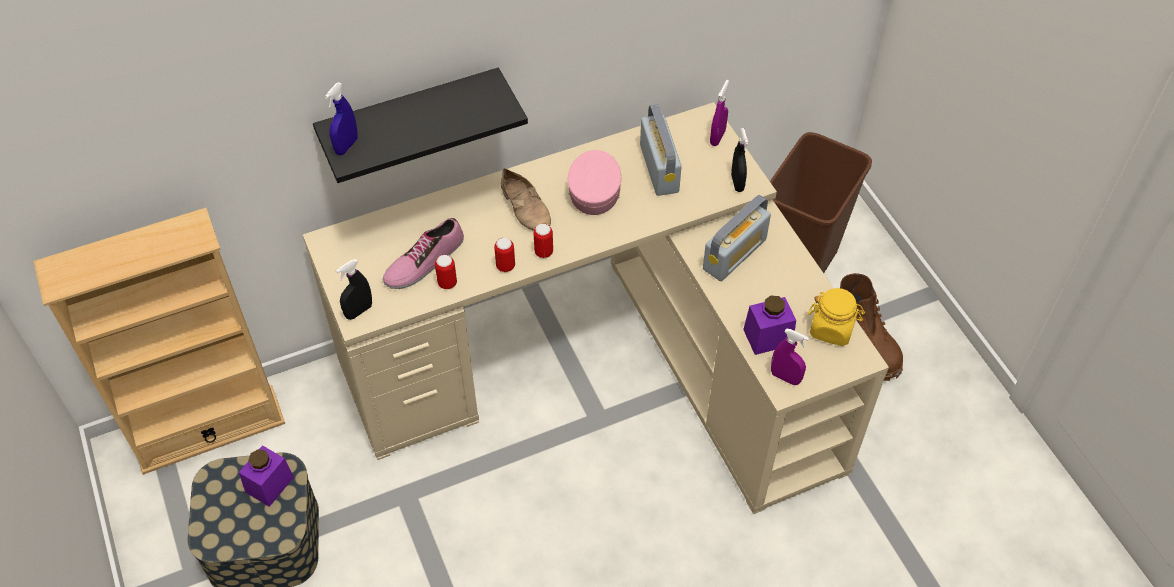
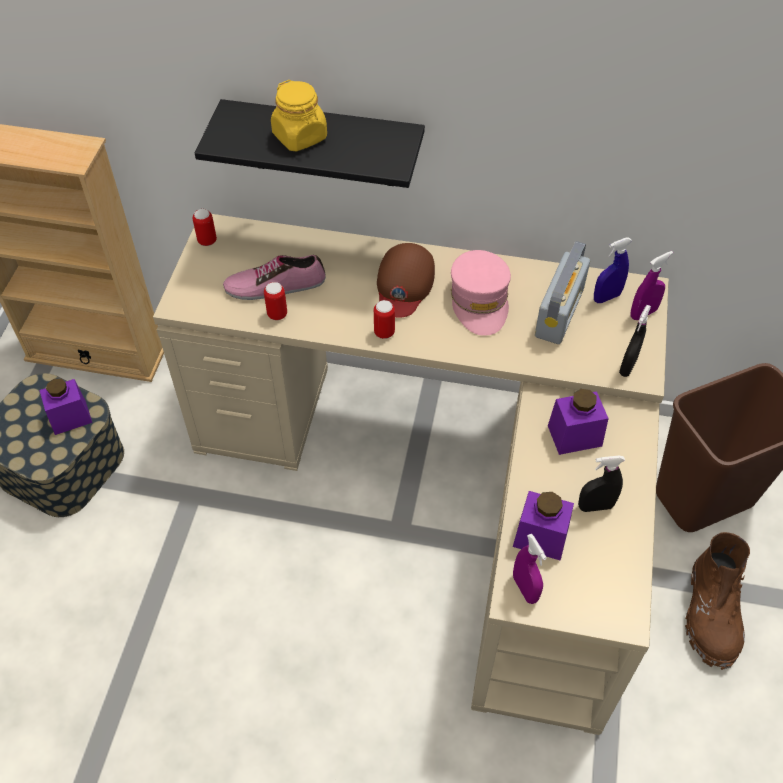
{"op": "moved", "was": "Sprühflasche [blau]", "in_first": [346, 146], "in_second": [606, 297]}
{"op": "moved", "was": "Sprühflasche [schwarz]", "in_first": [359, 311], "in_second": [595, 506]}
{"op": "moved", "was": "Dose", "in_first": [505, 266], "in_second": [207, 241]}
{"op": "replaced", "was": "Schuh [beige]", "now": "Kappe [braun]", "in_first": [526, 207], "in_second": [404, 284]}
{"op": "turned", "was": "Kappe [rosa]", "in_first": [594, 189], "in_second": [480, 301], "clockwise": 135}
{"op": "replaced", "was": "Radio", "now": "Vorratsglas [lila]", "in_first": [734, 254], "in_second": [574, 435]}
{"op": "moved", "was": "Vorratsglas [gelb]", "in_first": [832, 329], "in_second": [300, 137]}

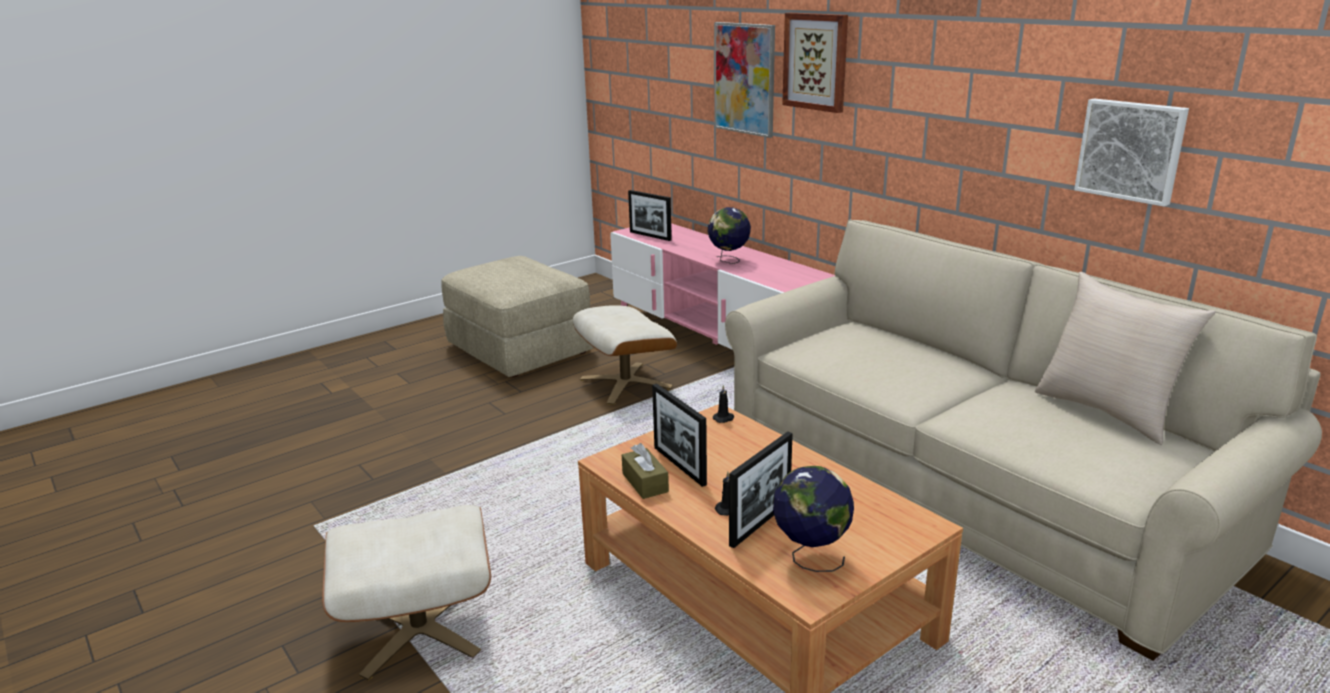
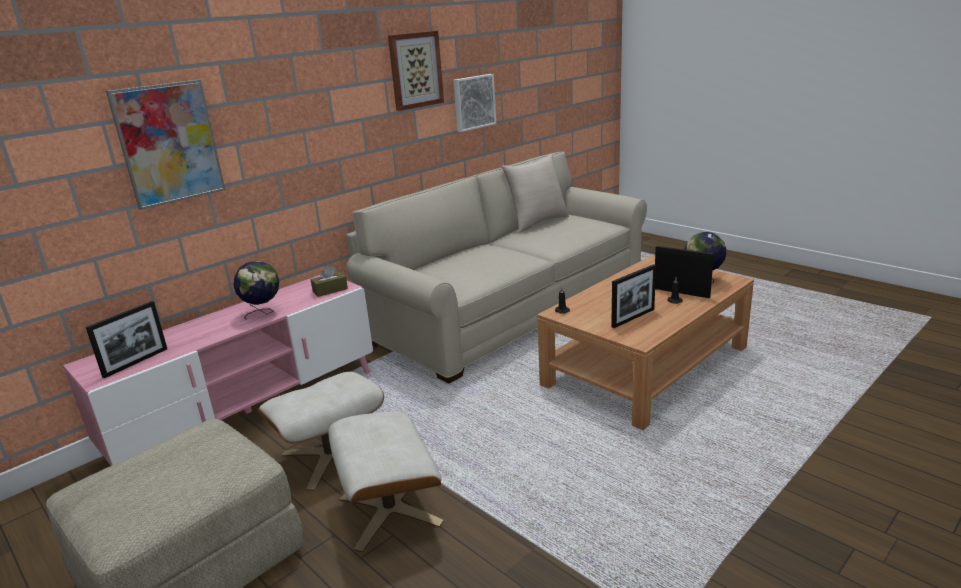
{"op": "moved", "was": "Polsterhocker [beige]", "in_first": [420, 629], "in_second": [389, 510]}
{"op": "moved", "was": "Taschentuchbox [braun]", "in_first": [645, 482], "in_second": [330, 290]}
{"op": "moved", "was": "Bild", "in_first": [816, 61], "in_second": [415, 70]}

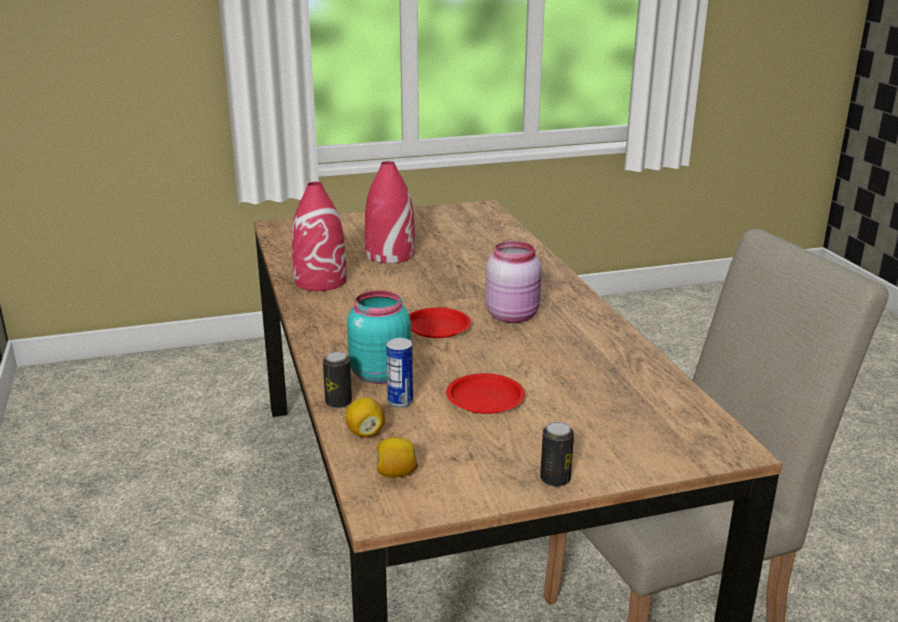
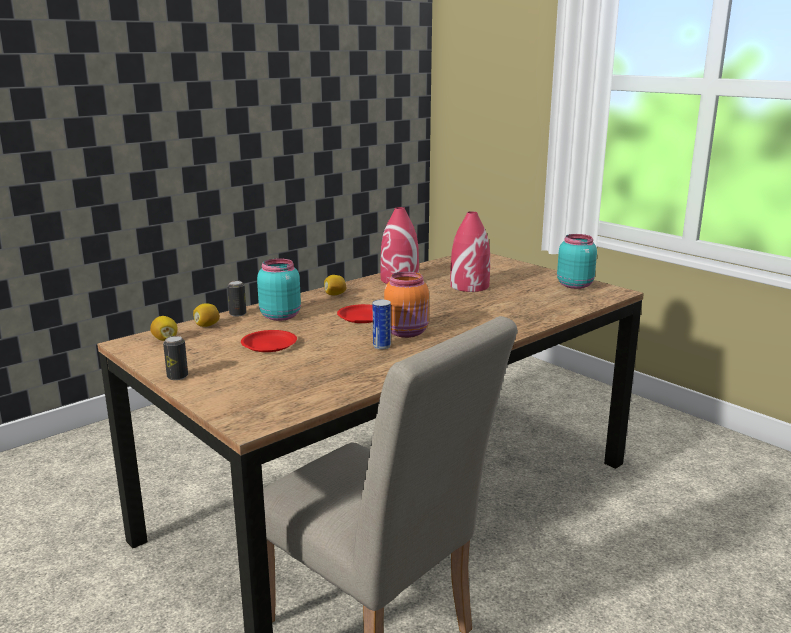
{"op": "moved", "was": "Dose", "in_first": [400, 402], "in_second": [381, 346]}
{"op": "recoloured", "was": "Vorratsglas [rosa]", "now": "Vorratsglas [orange]", "in_first": [513, 315], "in_second": [407, 333]}
{"op": "added", "now": "Zitrone", "in_second": [335, 294]}
{"op": "added", "now": "Vorratsglas [türkis]", "in_second": [574, 285]}

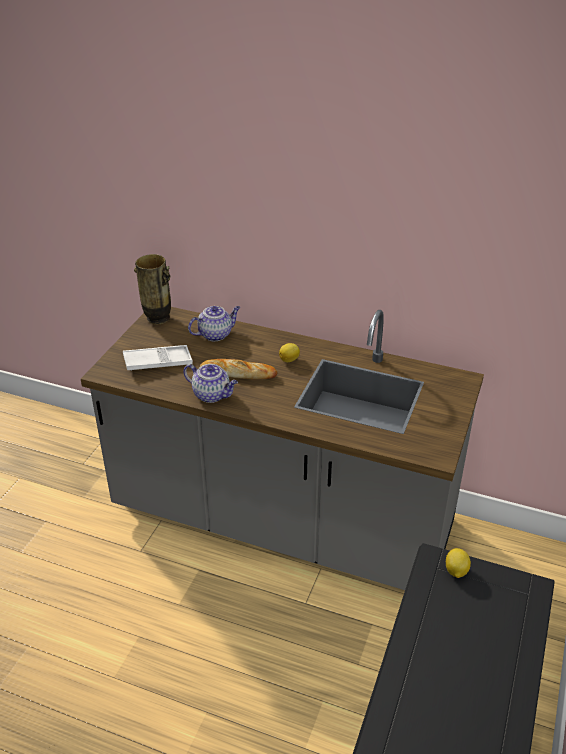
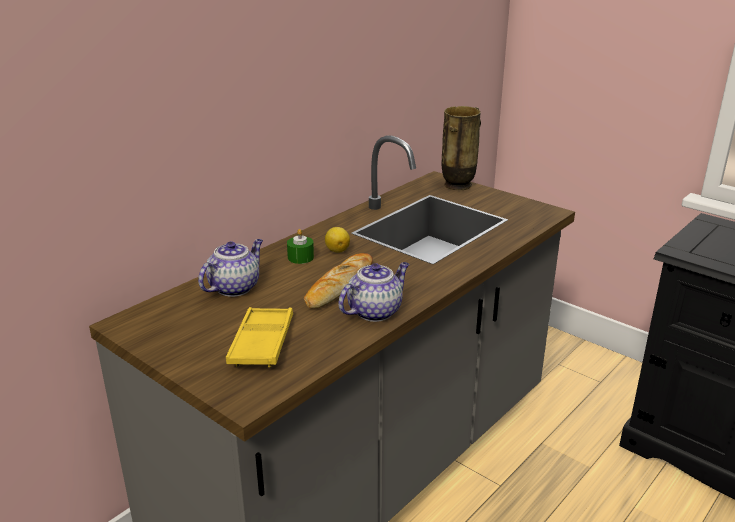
{"op": "recoloured", "was": "Tablett [weiß]", "now": "Tablett [gelb]", "in_first": [158, 362], "in_second": [262, 342]}
{"op": "moved", "was": "Vase", "in_first": [158, 318], "in_second": [458, 185]}
{"op": "turned", "was": "Teekanne", "in_first": [216, 334], "in_second": [234, 287], "clockwise": 45}
{"op": "removed", "was": "Zitrone", "in_first": [455, 571]}
{"op": "added", "now": "Kerze [grün]", "in_second": [300, 257]}

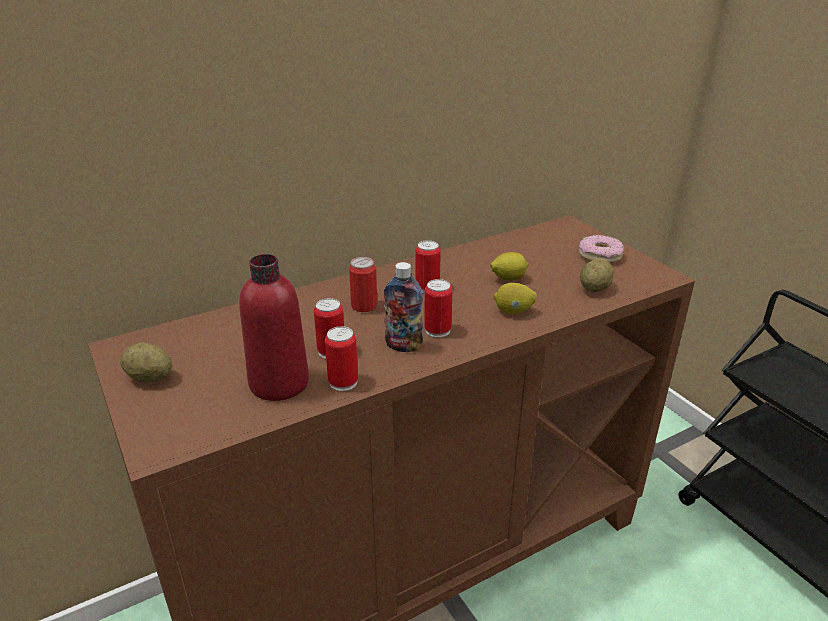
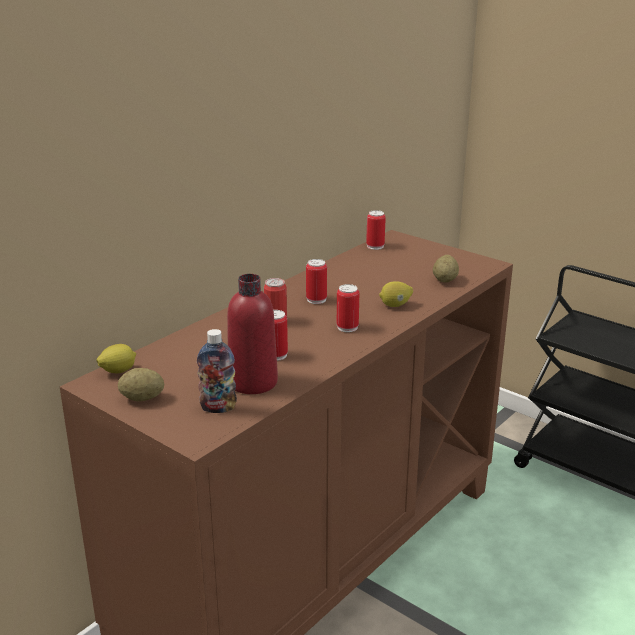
{"op": "moved", "was": "Dose", "in_first": [343, 382], "in_second": [375, 246]}
{"op": "moved", "was": "Flasche", "in_first": [403, 346], "in_second": [218, 408]}
{"op": "moved", "was": "Zitrone", "in_first": [508, 278], "in_second": [118, 371]}
{"op": "removed", "was": "Donut", "in_first": [600, 256]}

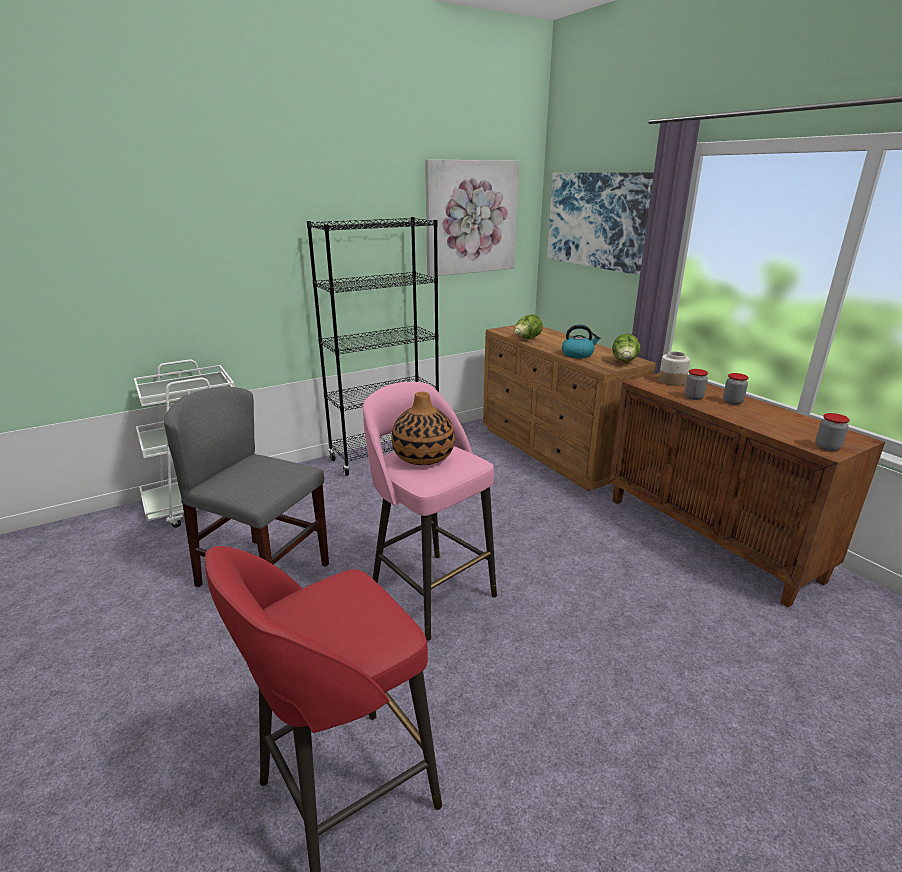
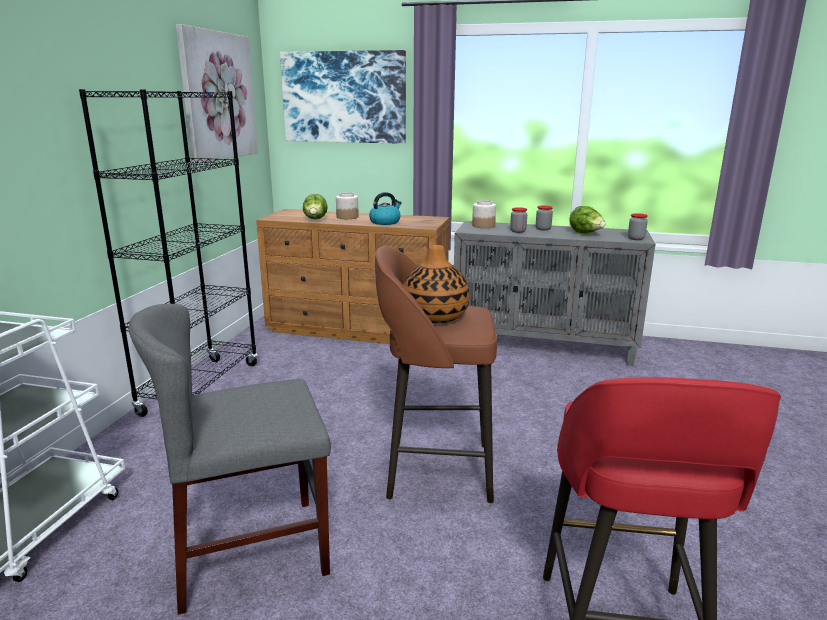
{"op": "recoloured", "was": "Hocker [rosa]", "now": "Hocker [braun]", "in_first": [430, 591], "in_second": [435, 470]}
{"op": "recoloured", "was": "Schrank [braun]", "now": "Schrank [grau]", "in_first": [710, 537], "in_second": [544, 346]}
{"op": "moved", "was": "Salatkopf", "in_first": [624, 362], "in_second": [586, 234]}
{"op": "added", "now": "Vorratsglas", "in_second": [347, 217]}

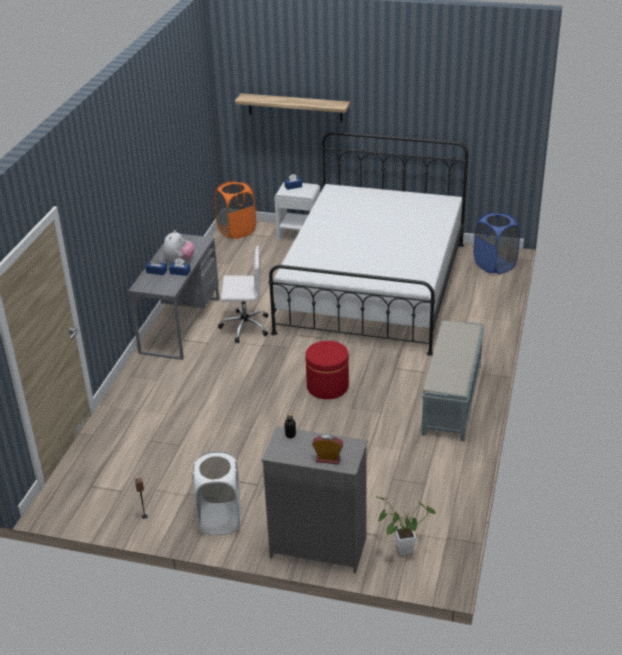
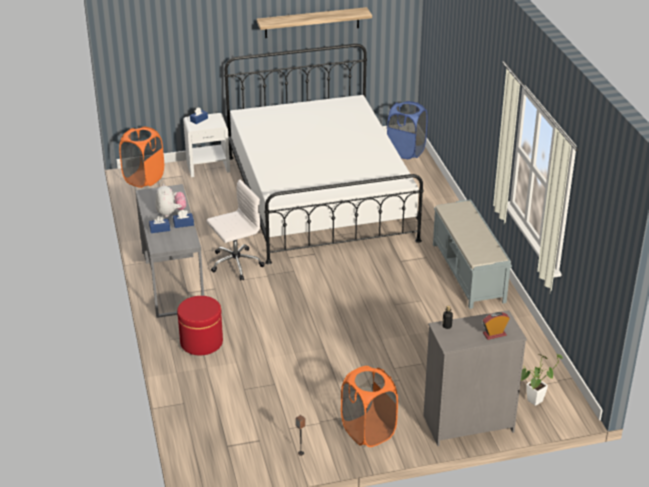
{"op": "recoloured", "was": "Wäschekorb [weiß]", "now": "Wäschekorb [orange]", "in_first": [220, 519], "in_second": [368, 431]}
{"op": "moved", "was": "Wandregal", "in_first": [295, 107], "in_second": [312, 22]}
{"op": "moved", "was": "Polsterhocker [rot]", "in_first": [327, 387], "in_second": [201, 342]}

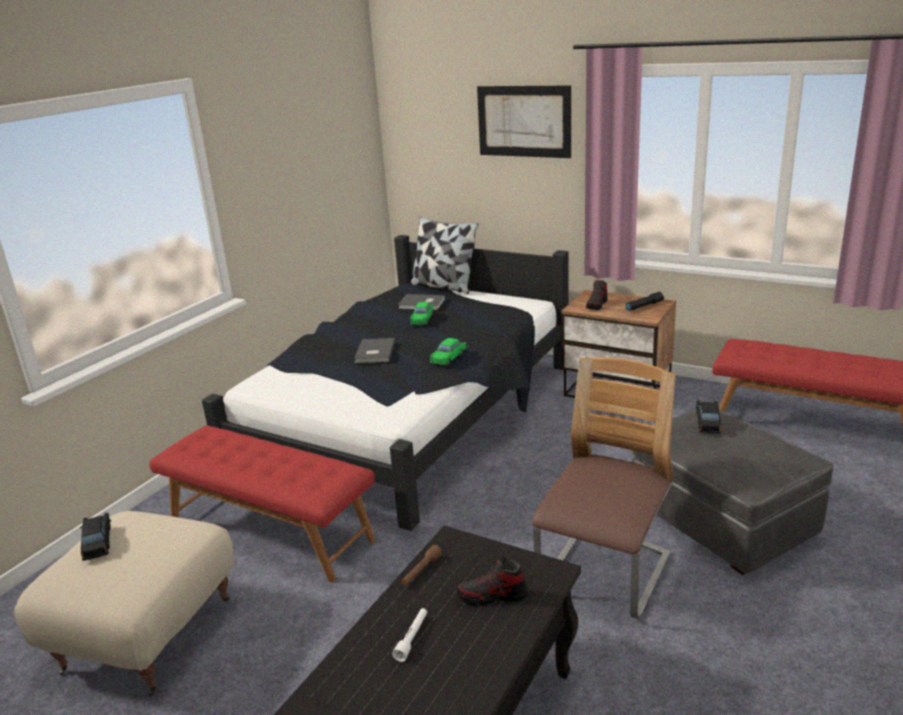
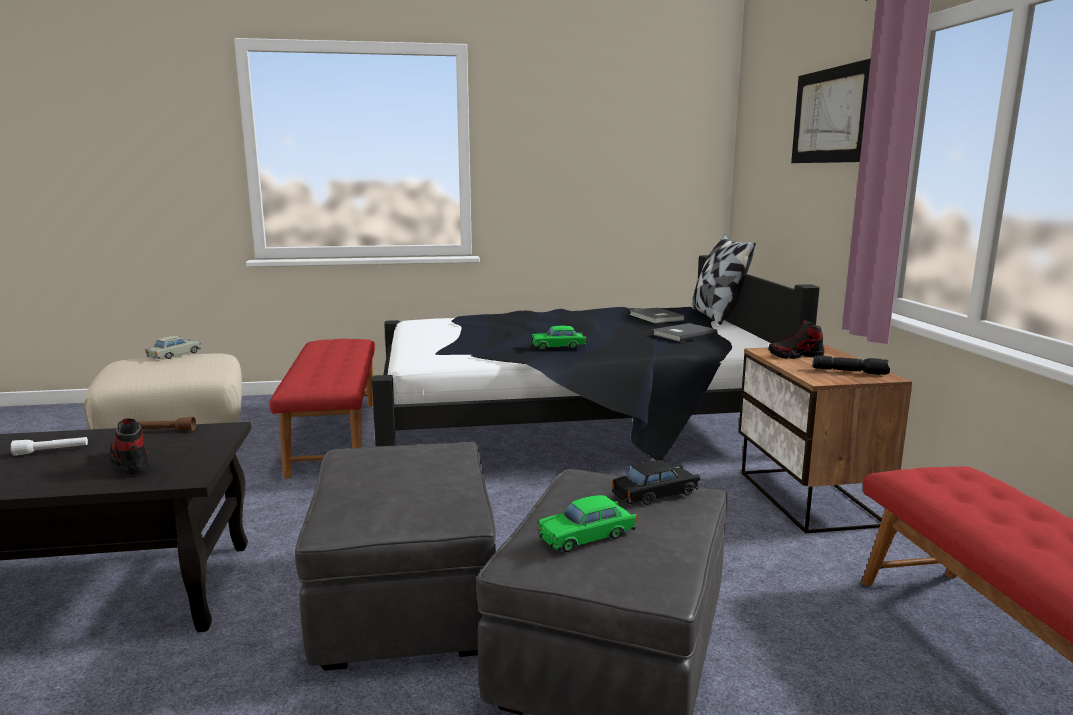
{"op": "recoloured", "was": "Spielzeugauto [schwarz]", "now": "Spielzeugauto [beige]", "in_first": [97, 542], "in_second": [174, 355]}
{"op": "moved", "was": "Buch [grau]", "in_first": [374, 353], "in_second": [682, 334]}
{"op": "moved", "was": "Spielzeugauto [grün]", "in_first": [422, 319], "in_second": [587, 536]}
{"op": "replaced", "was": "Stuhl", "now": "Polsterhocker [grau]", "in_first": [604, 574], "in_second": [406, 601]}

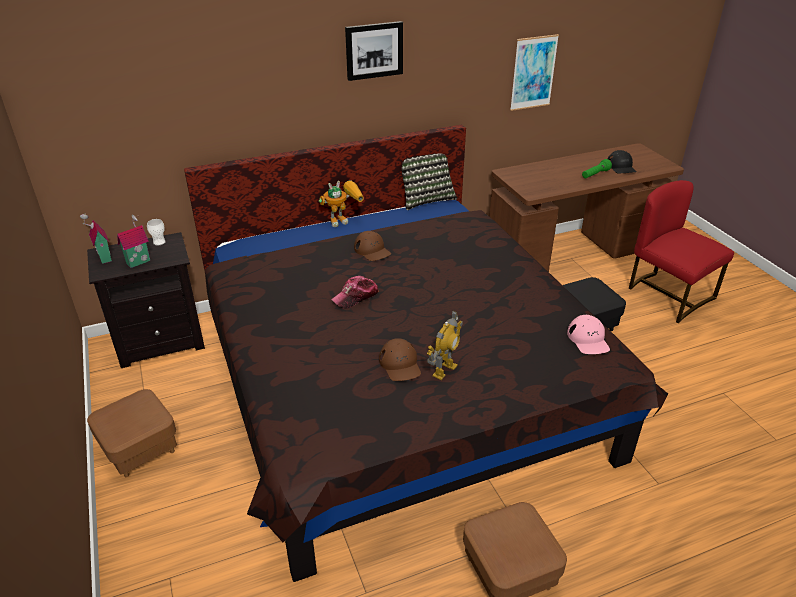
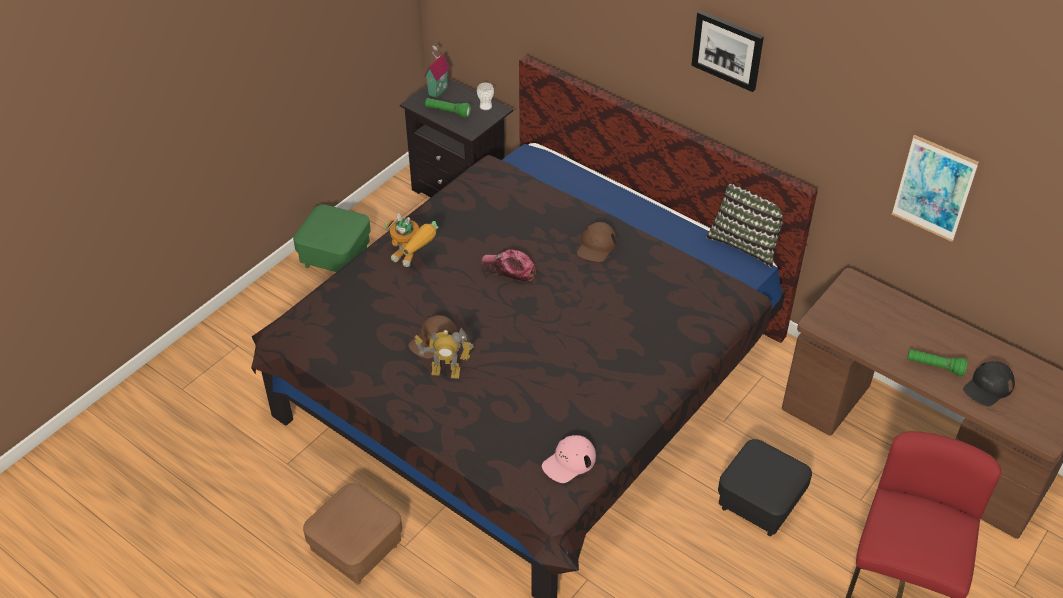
{"op": "recoloured", "was": "Polsterhocker [braun]", "now": "Polsterhocker [grün]", "in_first": [140, 449], "in_second": [336, 257]}
{"op": "replaced", "was": "Spielzeughaus", "now": "Taschenlampe [grün]", "in_first": [138, 261], "in_second": [447, 112]}
{"op": "moved", "was": "Spielzeugroboter", "in_first": [343, 219], "in_second": [413, 260]}

